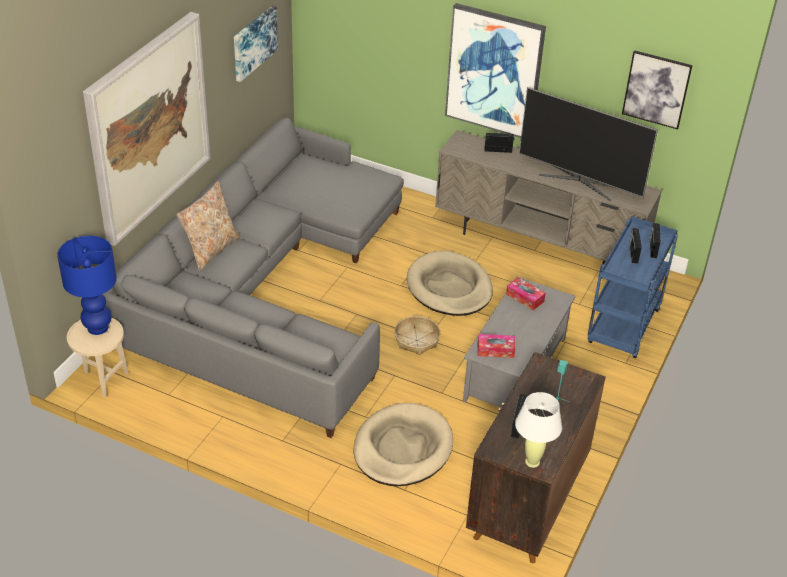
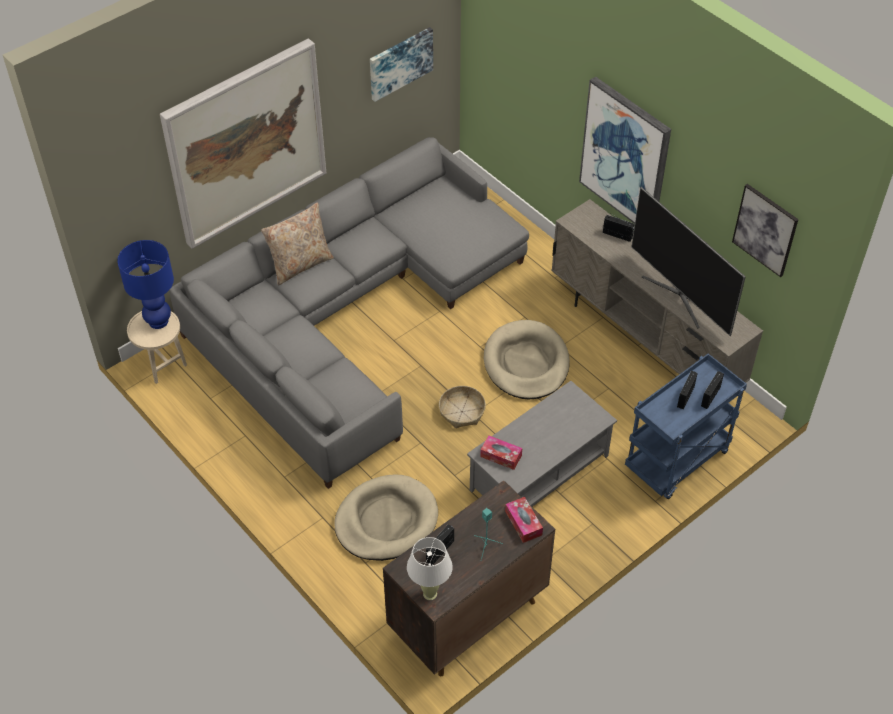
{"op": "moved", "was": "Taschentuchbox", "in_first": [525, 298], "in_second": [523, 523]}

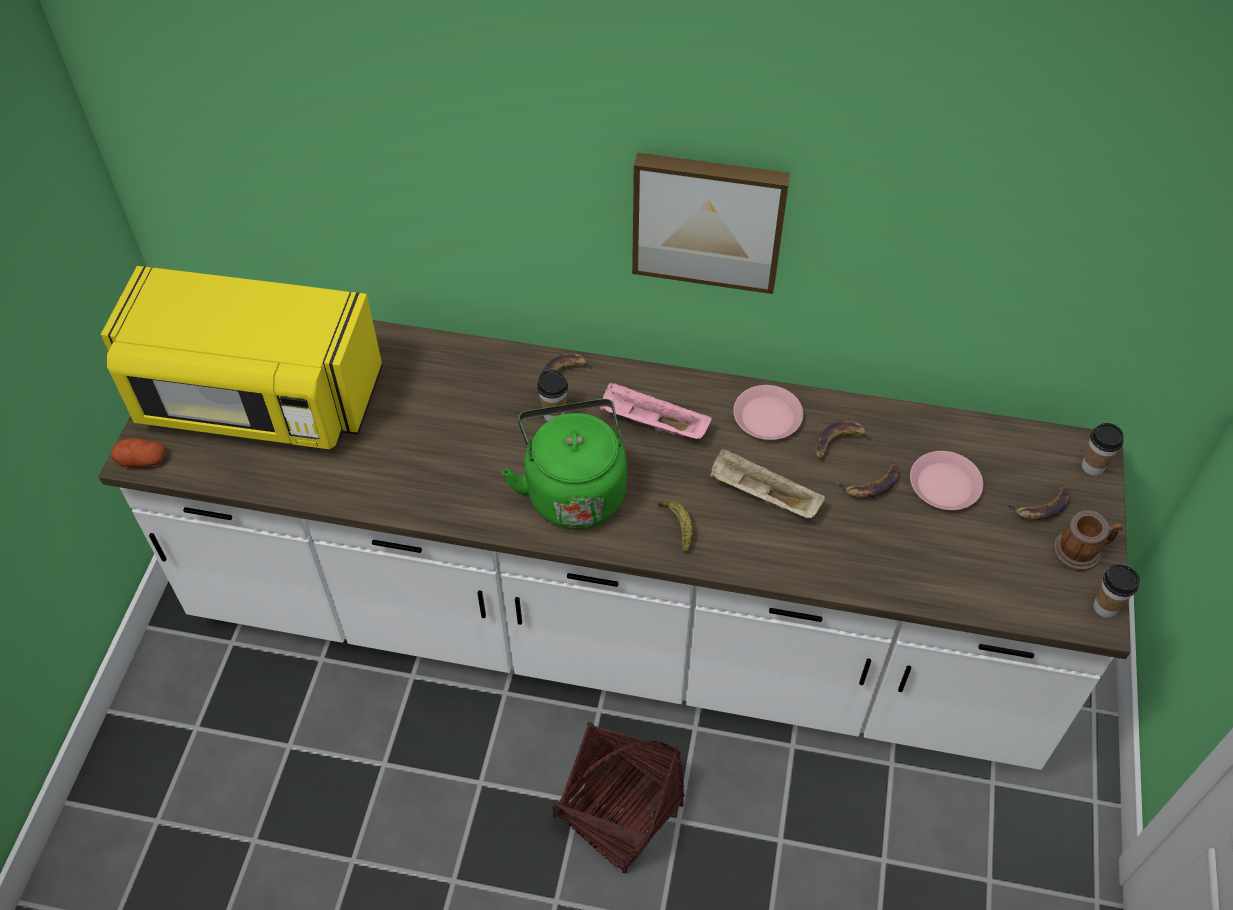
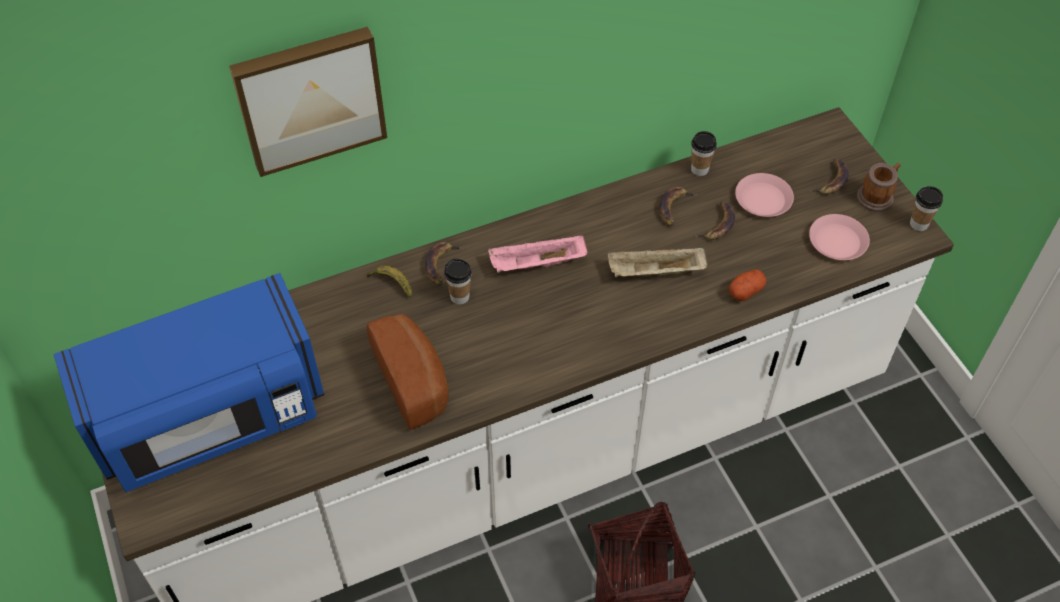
{"op": "recoloured", "was": "Mikrowelle [gelb]", "now": "Mikrowelle [blau]", "in_first": [257, 400], "in_second": [210, 416]}
{"op": "moved", "was": "Kartoffel", "in_first": [142, 460], "in_second": [746, 291]}
{"op": "removed", "was": "Wasserkessel [grün]", "in_first": [573, 490]}
{"op": "moved", "was": "Bild", "in_first": [708, 219], "in_second": [310, 98]}
{"op": "moved", "was": "Banane", "in_first": [678, 526], "in_second": [392, 283]}
{"op": "moved", "was": "Teller [rosa]", "in_first": [767, 417], "in_second": [837, 241]}
{"op": "moved", "was": "Tasse", "in_first": [1092, 467], "in_second": [699, 169]}
{"op": "added", "now": "Brot", "in_second": [414, 380]}

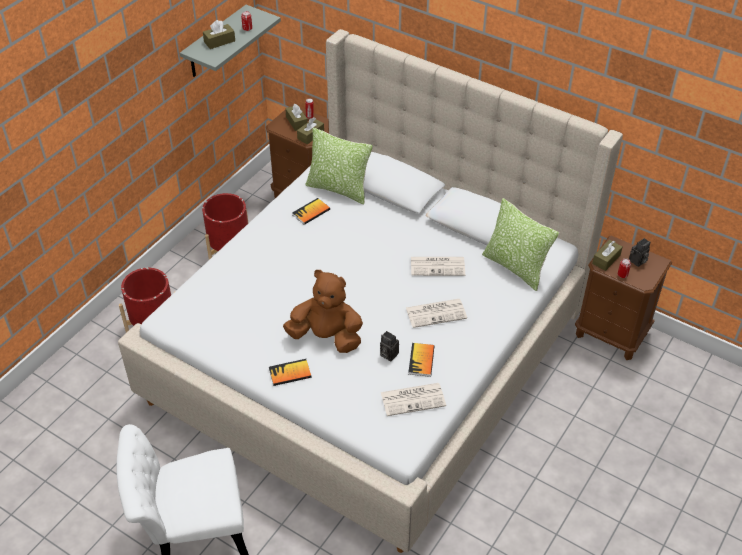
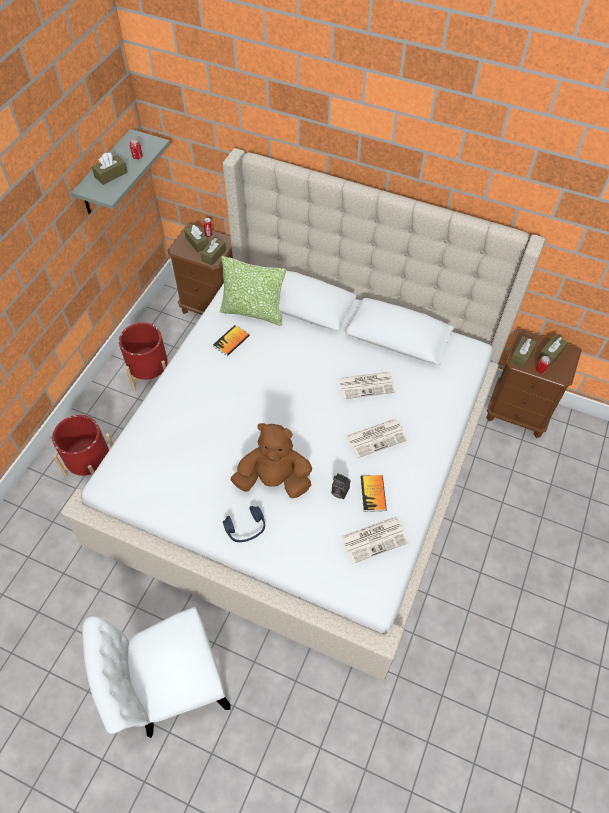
{"op": "replaced", "was": "Buch", "now": "Kopfhörer [blau]", "in_first": [290, 373], "in_second": [246, 528]}
{"op": "removed", "was": "Kissen", "in_first": [515, 267]}
{"op": "replaced", "was": "Kamera", "now": "Taschentuchbox [braun]", "in_first": [637, 261], "in_second": [550, 354]}

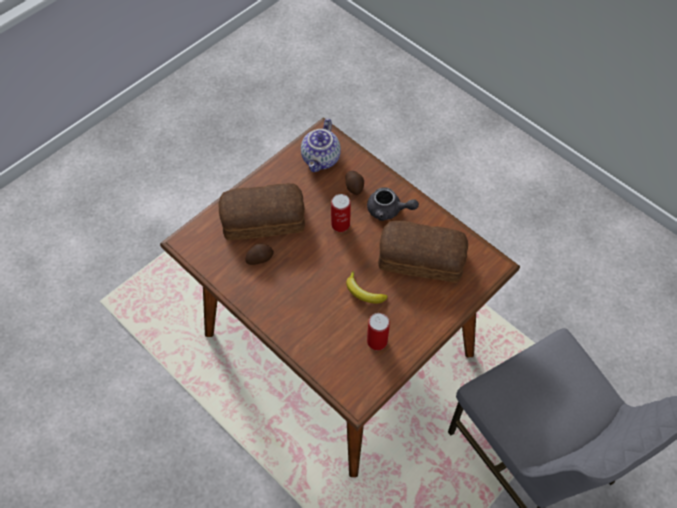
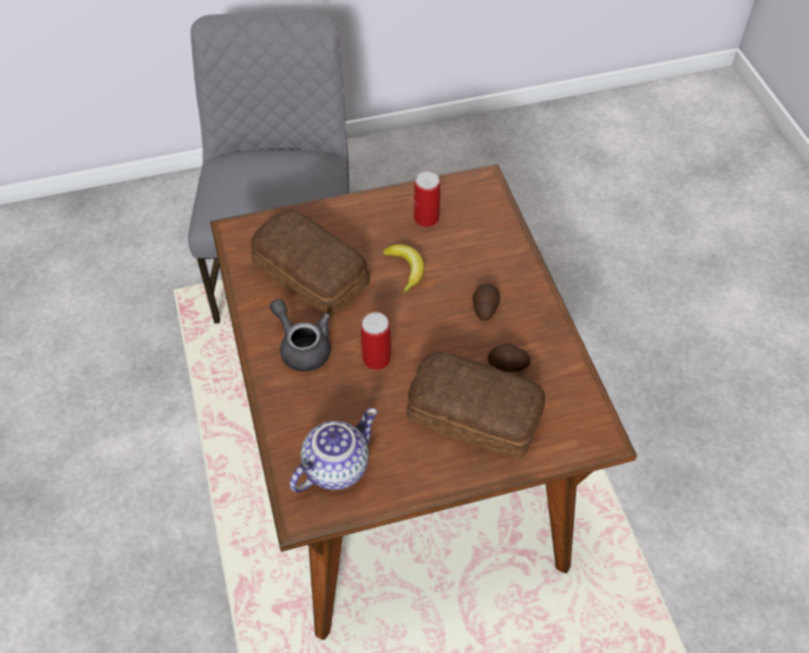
{"op": "moved", "was": "Kartoffel", "in_first": [354, 186], "in_second": [485, 308]}

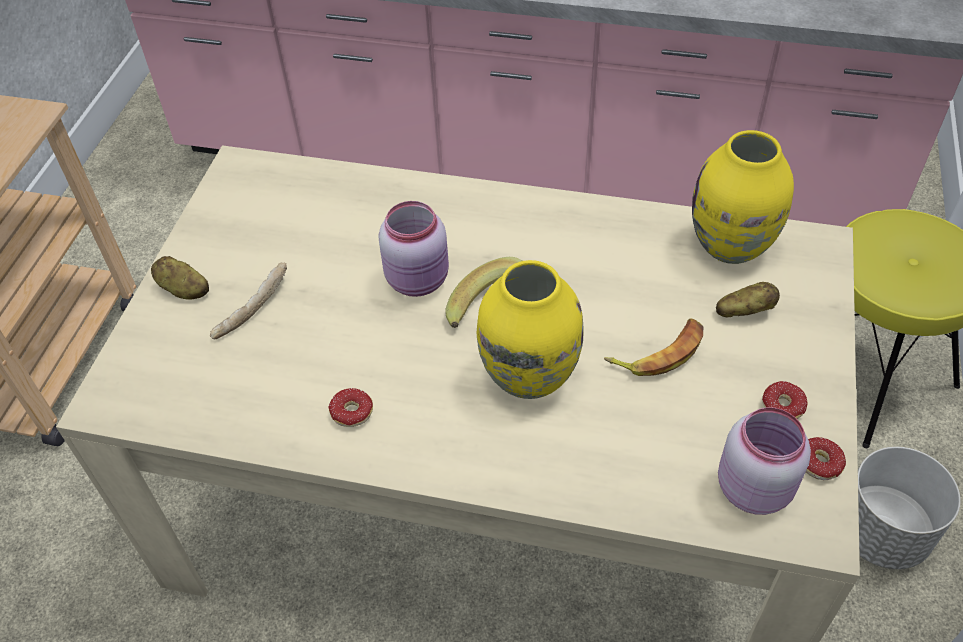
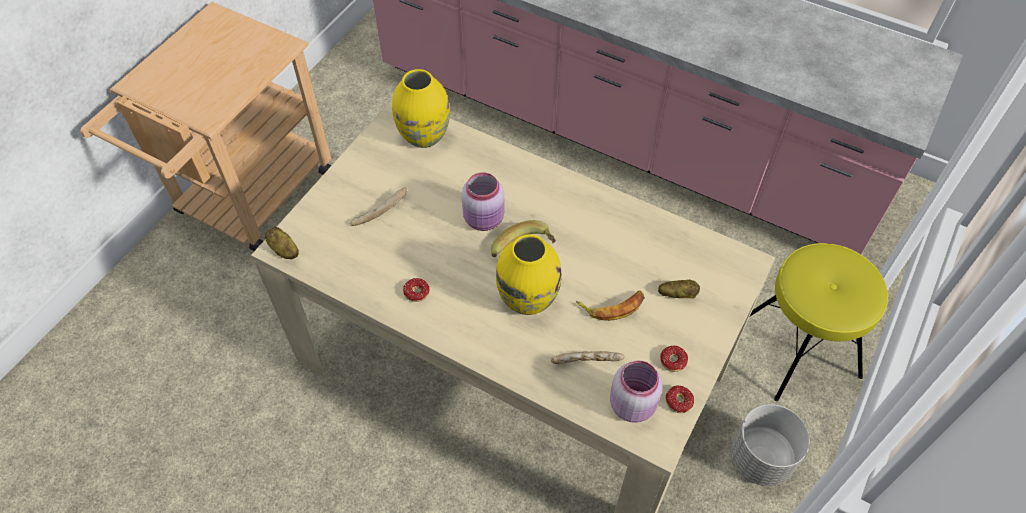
{"op": "moved", "was": "Kartoffel", "in_first": [183, 290], "in_second": [283, 250]}
{"op": "moved", "was": "Vase [gelb]", "in_first": [731, 246], "in_second": [424, 137]}
{"op": "added", "now": "Brot", "in_second": [587, 362]}

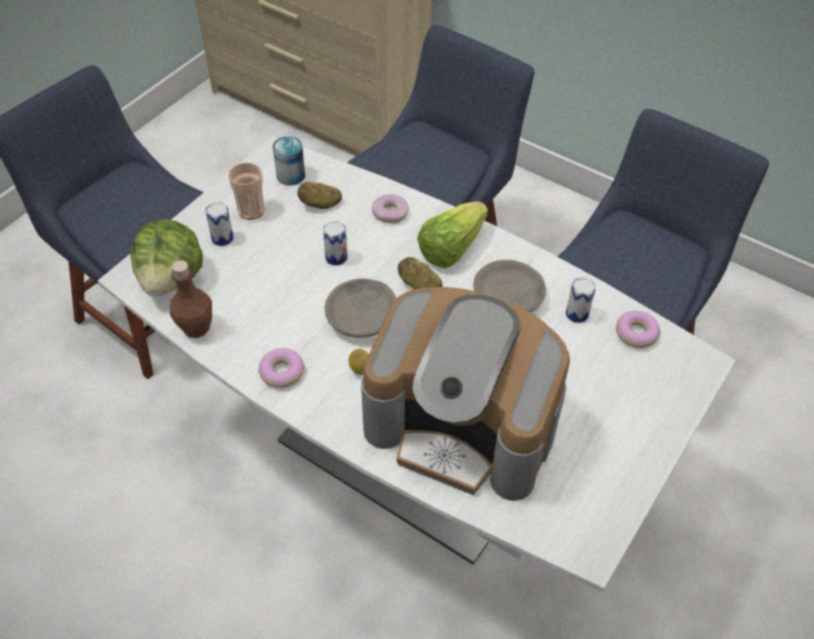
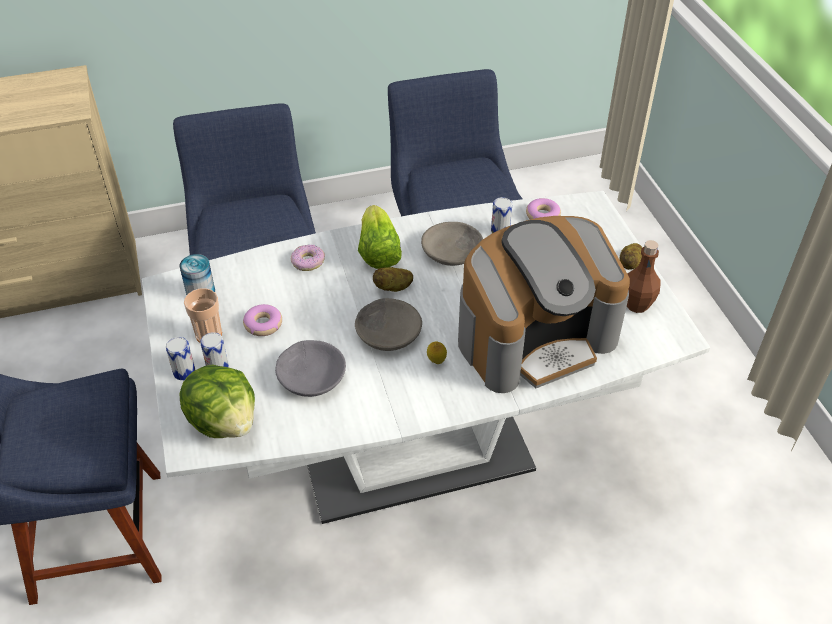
{"op": "moved", "was": "Flasche [braun]", "in_first": [196, 328], "in_second": [637, 305]}
{"op": "moved", "was": "Donut", "in_first": [282, 372], "in_second": [263, 324]}
{"op": "moved", "was": "Kartoffel", "in_first": [320, 204], "in_second": [631, 264]}
{"op": "moved", "was": "Dose", "in_first": [336, 257], "in_second": [184, 372]}
{"op": "added", "now": "Schüssel [grau]", "in_second": [311, 376]}

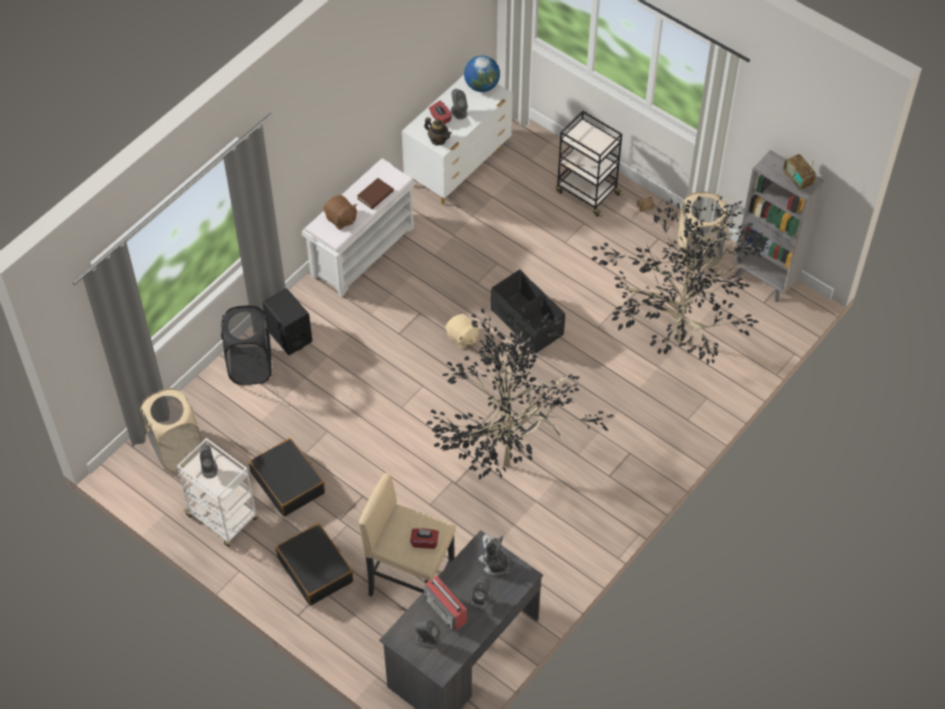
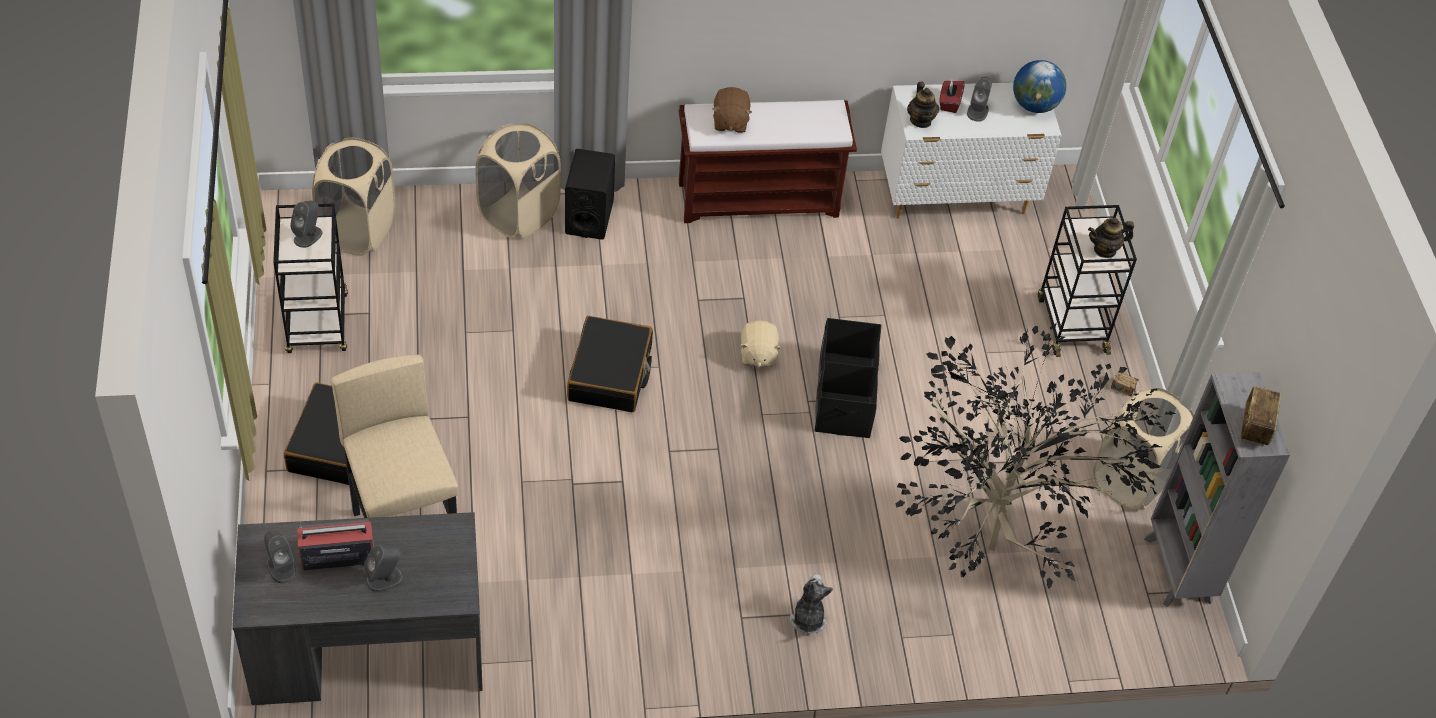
{"op": "recoloured", "was": "Rollwagen [weiß]", "now": "Rollwagen [schwarz]", "in_first": [223, 518], "in_second": [318, 325]}
{"op": "recoloured", "was": "Wäschekorb [schwarz]", "now": "Wäschekorb [beige]", "in_first": [250, 366], "in_second": [518, 214]}
{"op": "moved", "was": "Koffer [schwarz]", "in_first": [288, 483], "in_second": [610, 374]}
{"op": "recoloured", "was": "Bank [weiß]", "now": "Bank [braun]", "in_first": [363, 251], "in_second": [760, 198]}
{"op": "removed", "was": "Buch [braun]", "in_first": [375, 195]}
{"op": "removed", "was": "Taschentuchbox [rot]", "in_first": [424, 542]}
{"op": "turned", "was": "Radio", "in_first": [446, 610], "in_second": [336, 557], "clockwise": 75}
{"op": "removed", "was": "Topfpflanze", "in_first": [503, 466]}
{"op": "moved", "was": "Plüschtier", "in_first": [494, 563], "in_second": [808, 618]}
{"op": "added", "now": "Teekanne", "in_second": [1105, 250]}

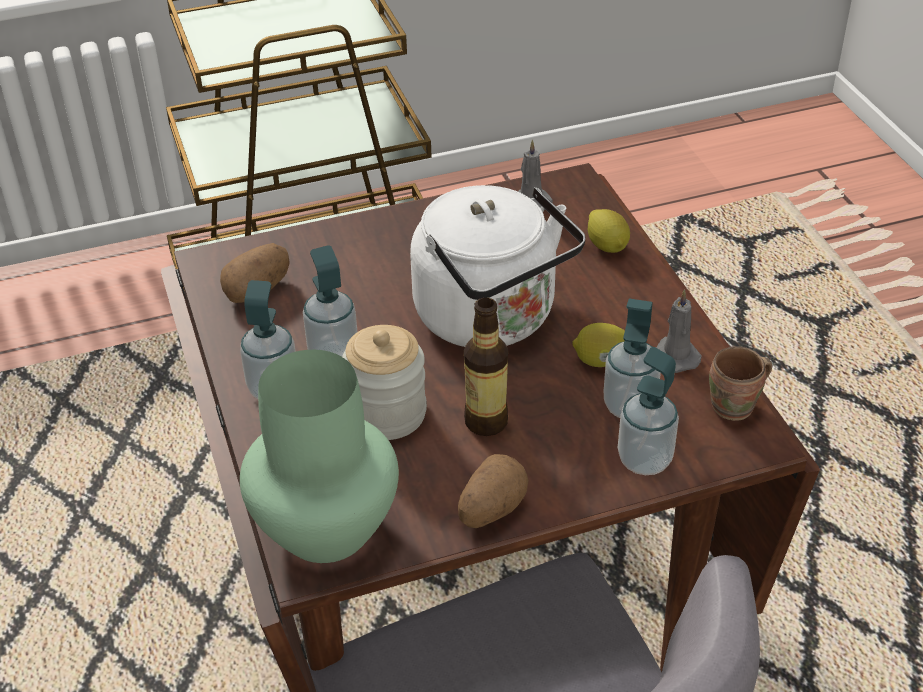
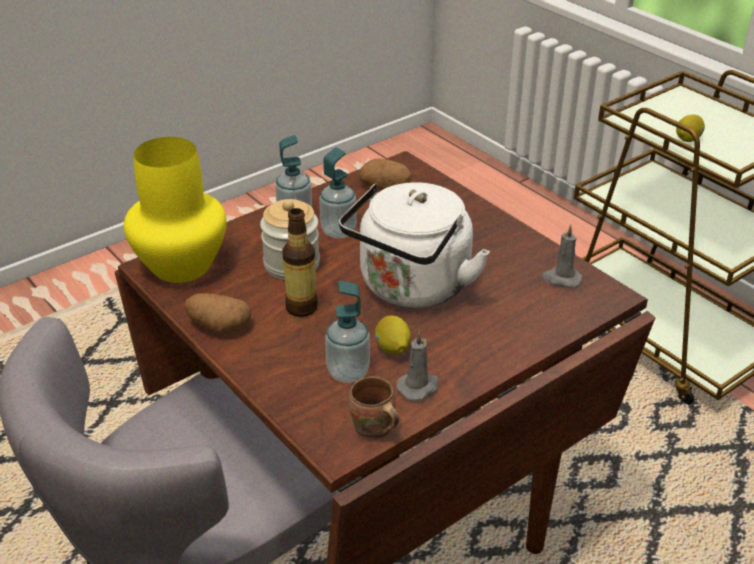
{"op": "recoloured", "was": "Vase [grün]", "now": "Vase [gelb]", "in_first": [324, 527], "in_second": [182, 265]}
{"op": "moved", "was": "Zitrone", "in_first": [607, 246], "in_second": [688, 139]}
{"op": "removed", "was": "Seifenspender", "in_first": [644, 460]}

